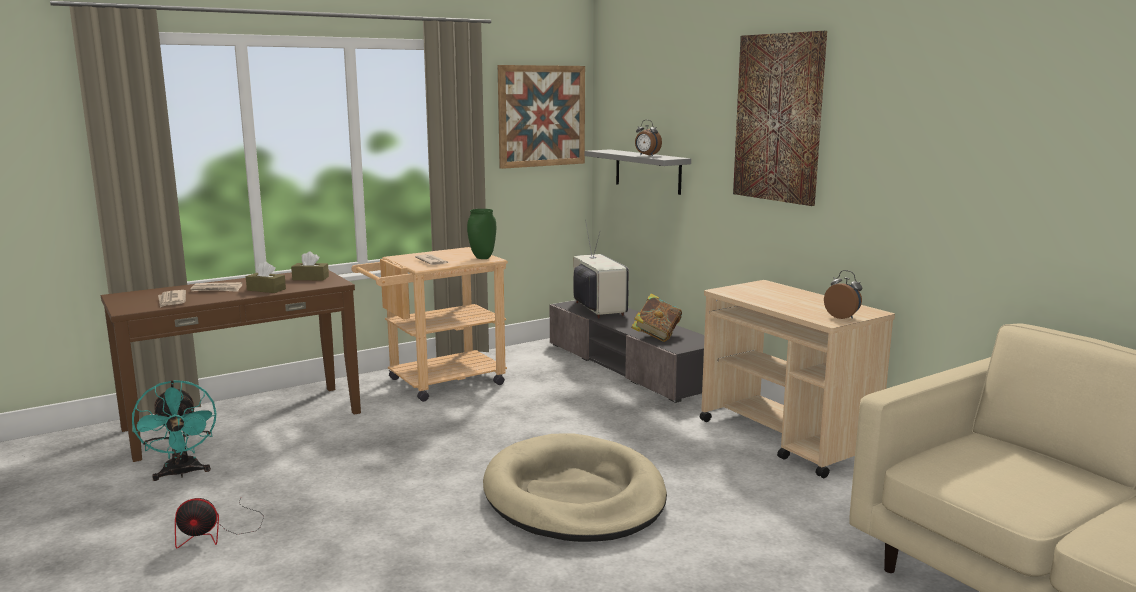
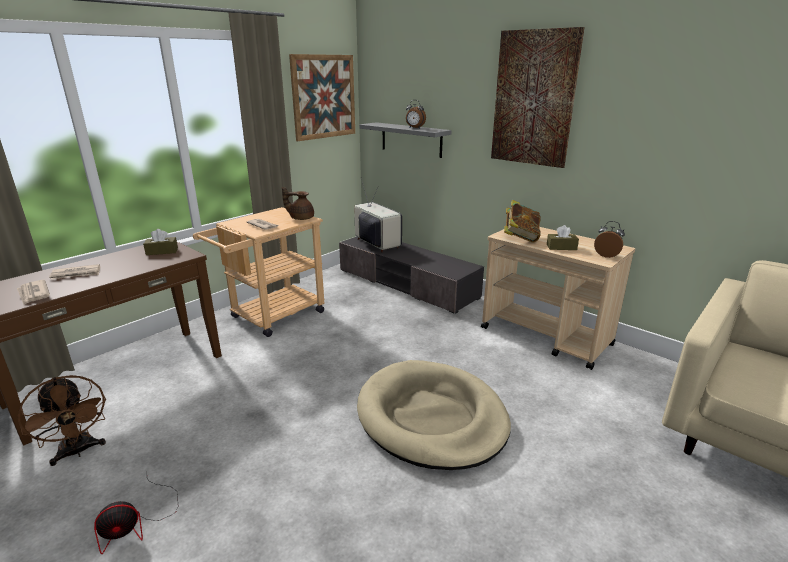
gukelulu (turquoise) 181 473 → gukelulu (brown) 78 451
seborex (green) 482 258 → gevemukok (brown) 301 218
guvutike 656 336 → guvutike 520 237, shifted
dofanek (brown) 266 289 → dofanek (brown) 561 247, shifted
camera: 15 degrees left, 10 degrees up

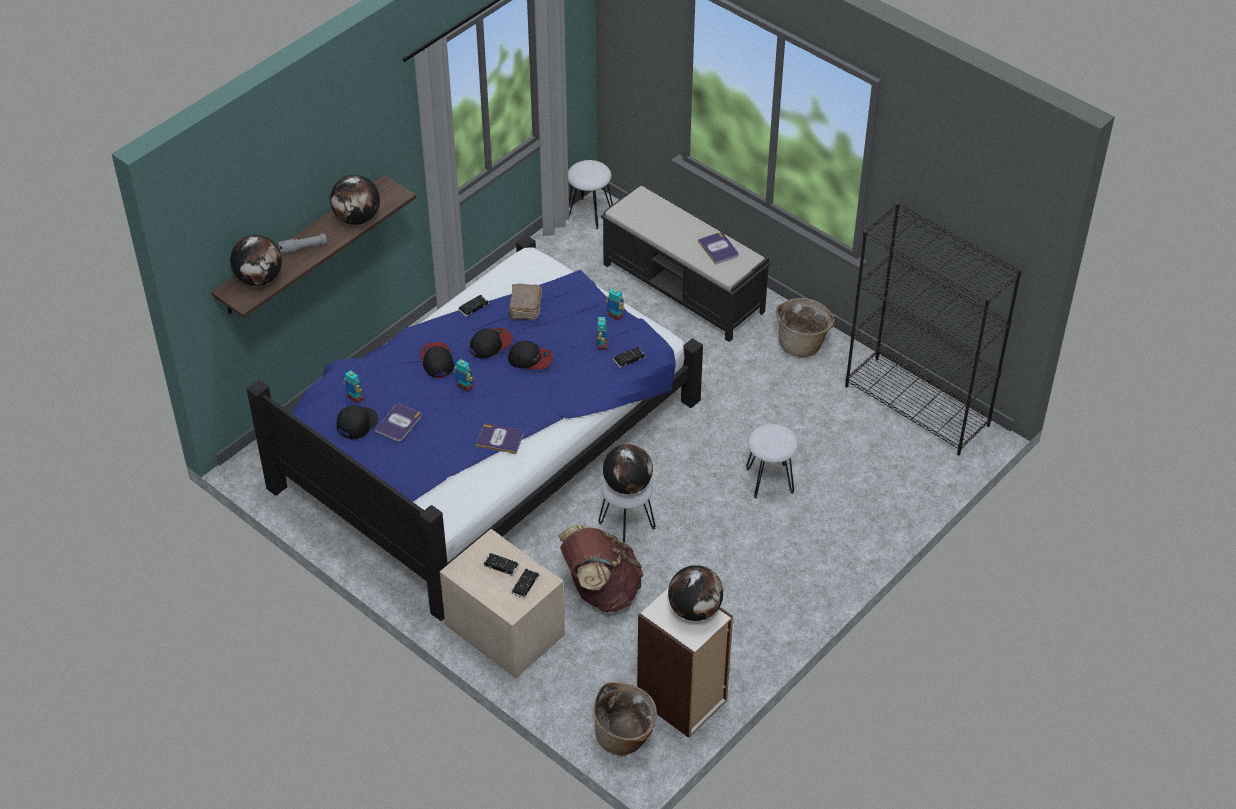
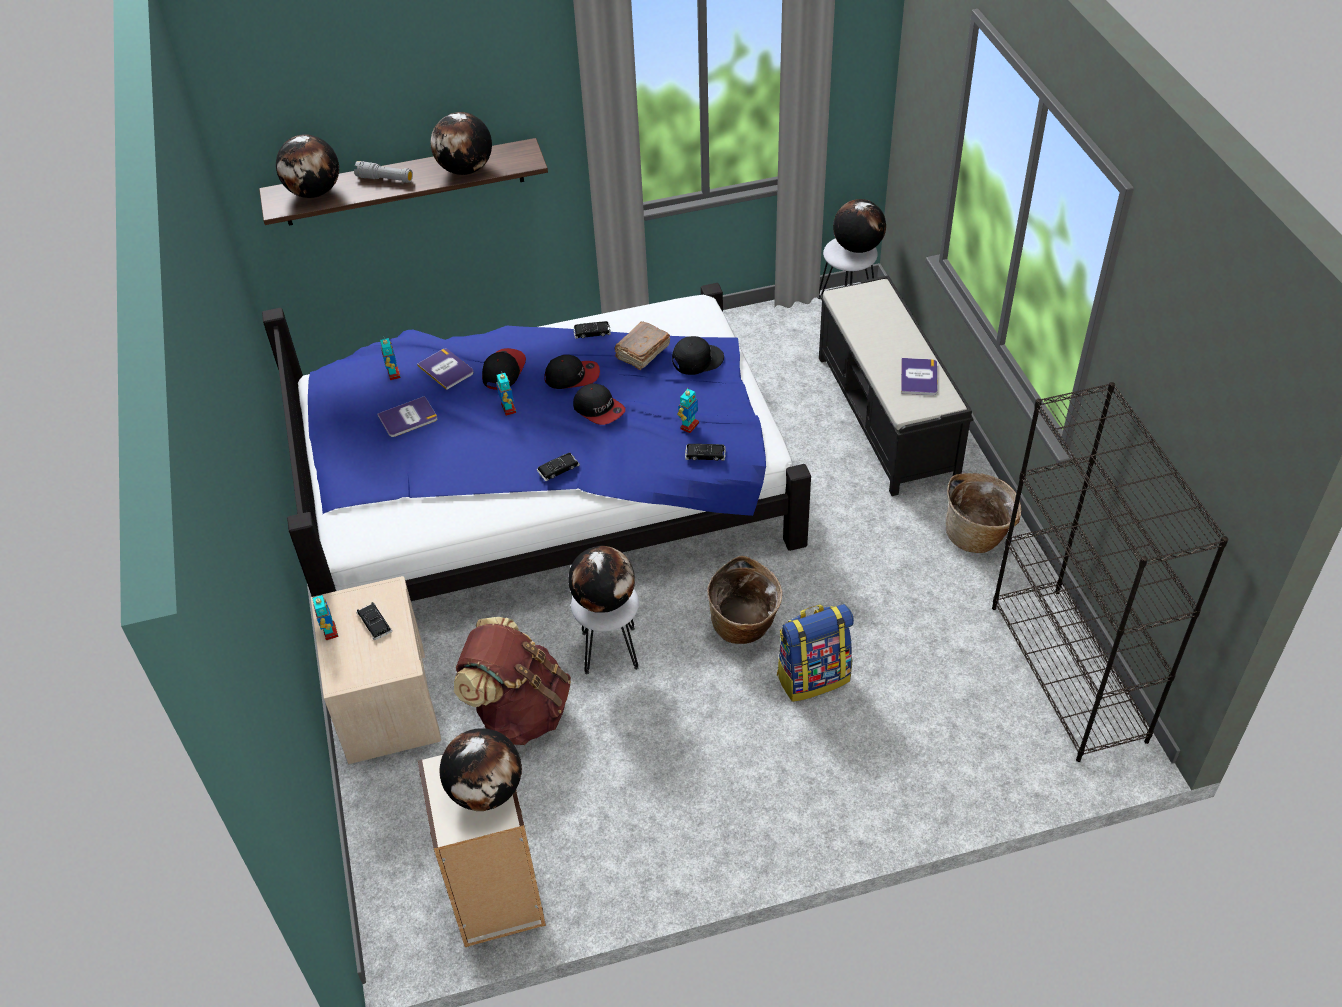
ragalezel 615 316 → ragalezel 329 632, shifted
guvutike 500 439 → guvutike 446 369, shifted
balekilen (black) 525 585 → balekilen (black) 558 469, shifted
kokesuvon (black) 356 423 → kokesuvon (black) 697 359, shifted
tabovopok 625 737 → tabovopok 744 626, shifted
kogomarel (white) 769 480 → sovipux 813 677
- → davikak 857 247
camera: 35 degrees right, 0 degrees up

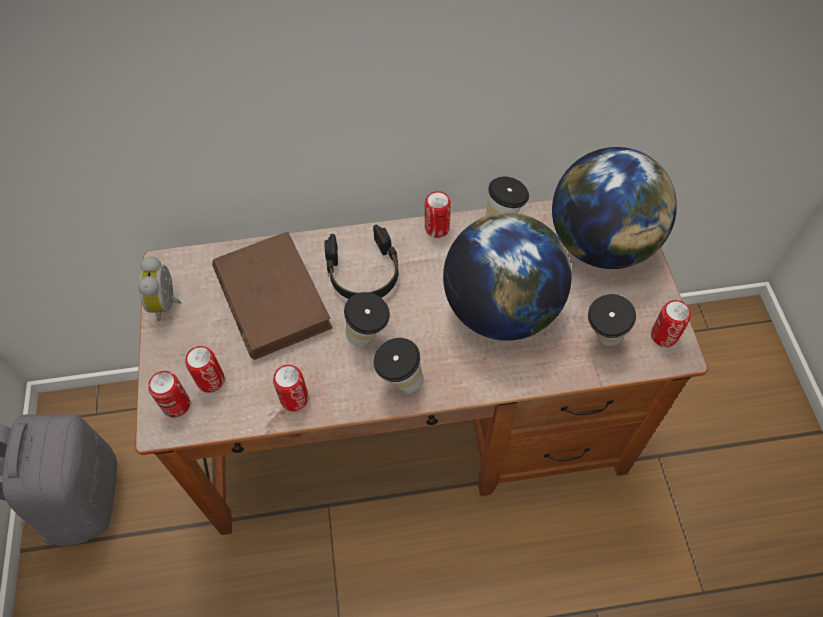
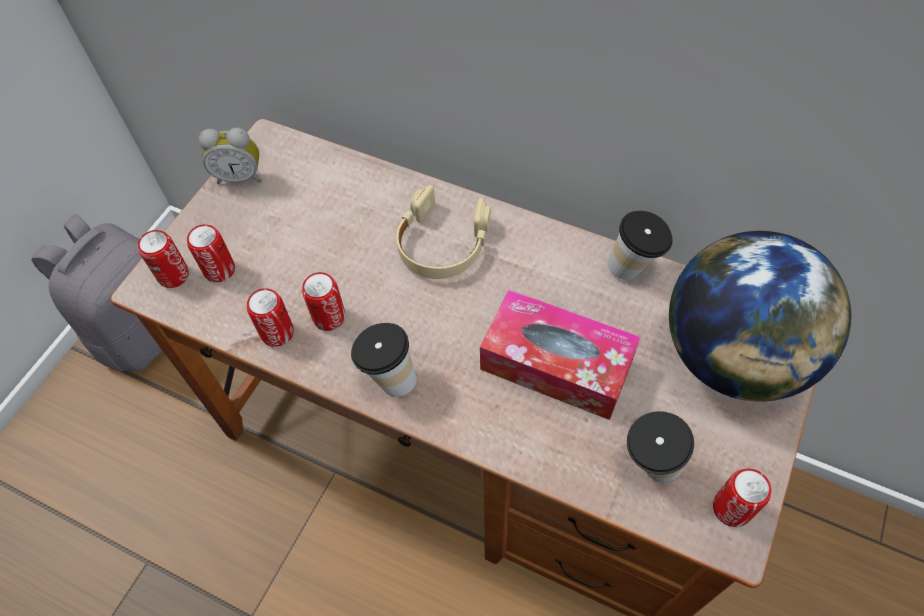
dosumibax 167 304 → dosumibax 240 176, 120 degrees counterclockwise
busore 437 228 → busore 329 317, shifted
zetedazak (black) 363 272 → zetedazak (beige) 441 243
davikak 501 310 → dofanek 556 364
guvutike (brown) 272 297 → -
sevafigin 368 338 → -
camera: 35 degrees right, 0 degrees up

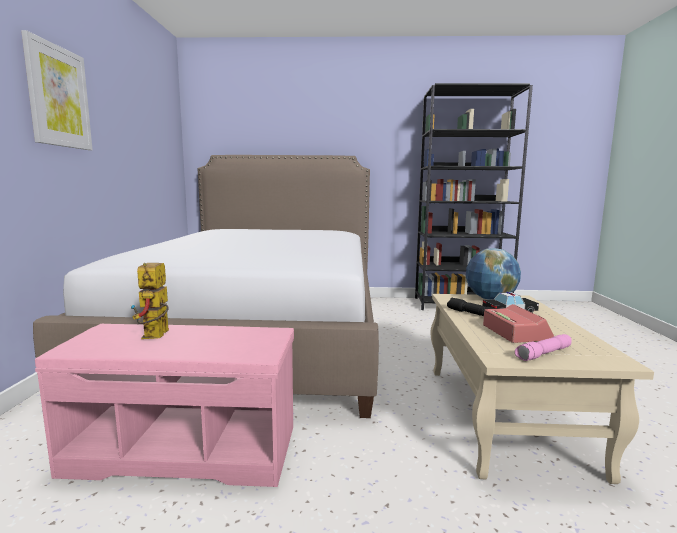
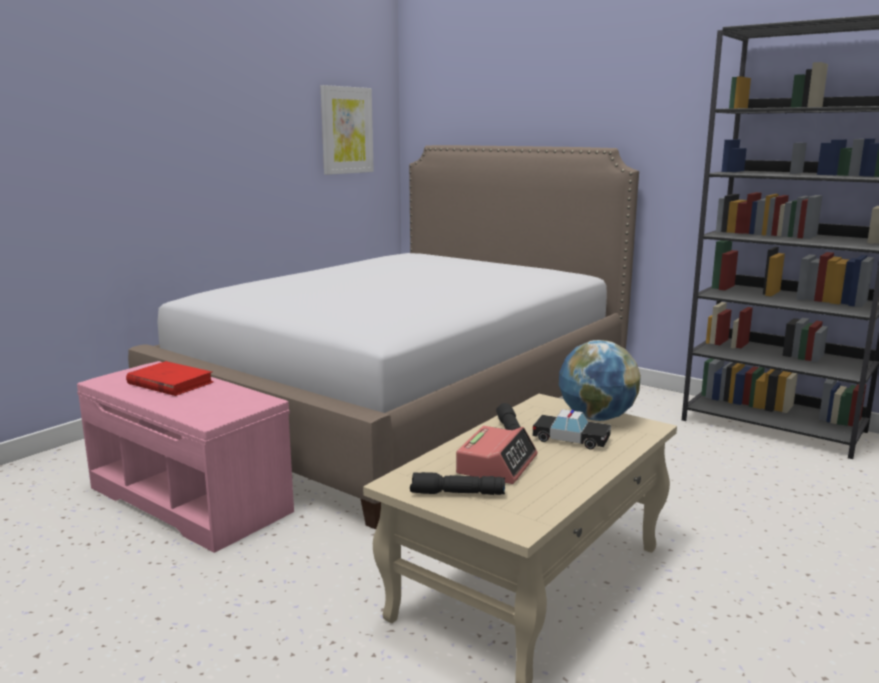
ragalezel 156 336 → guvutike (red) 170 383
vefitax 58 97 → vefitax 346 130, shifted
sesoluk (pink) 544 354 → sesoluk (black) 456 494
camera: 35 degrees right, 5 degrees up

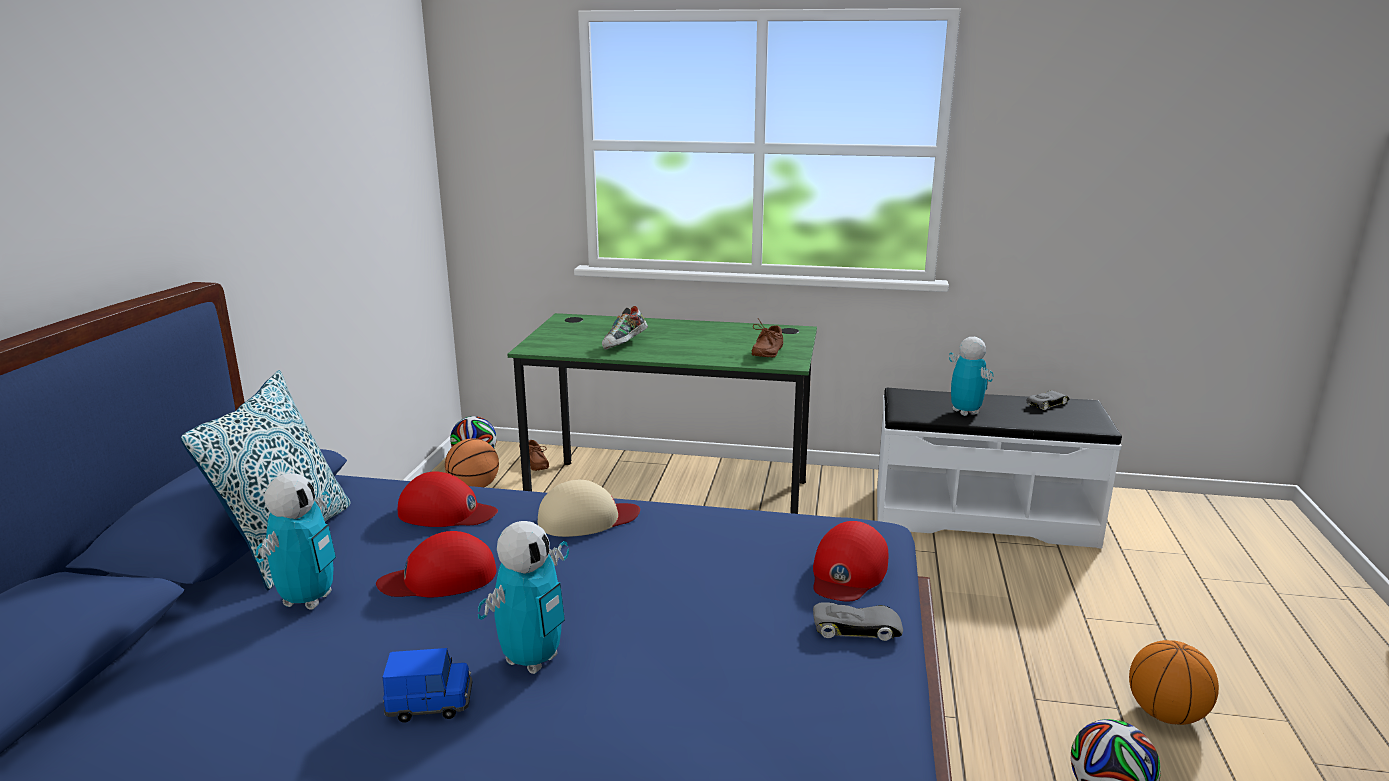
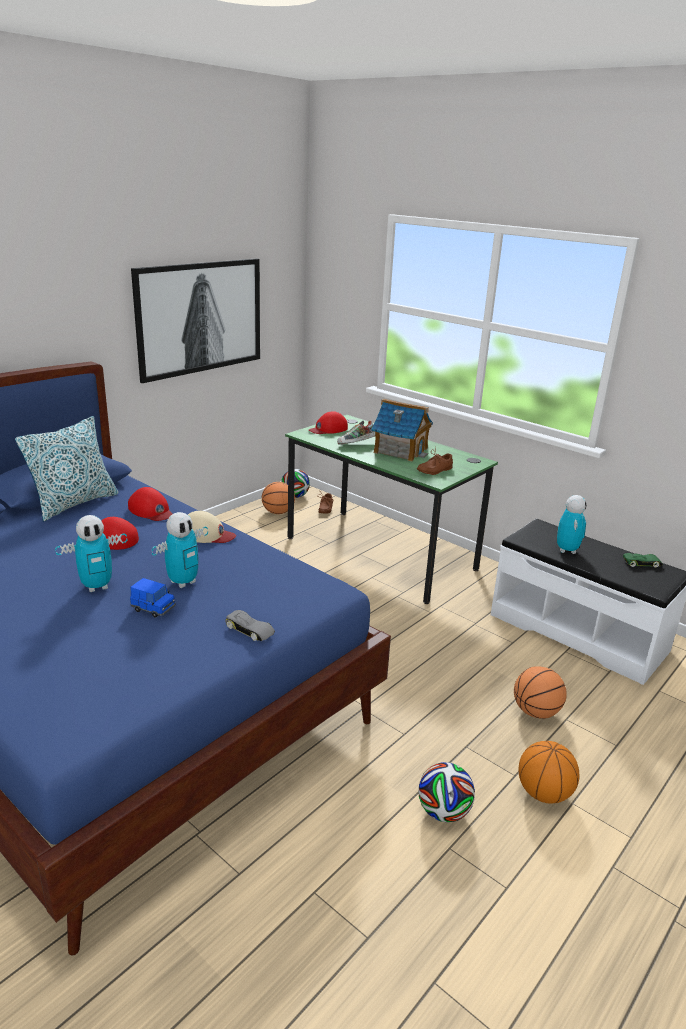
balekilen (blue) 430 704 → balekilen (blue) 153 608, shifted
- → vefitax 200 317
ragalezel 308 599 → ragalezel 183 582, shifted
kokesuvon (red) 848 572 → kokesuvon (red) 328 429, shifted
- → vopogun 400 450
- → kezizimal 535 712
balekilen (grey) 1047 403 → balekilen (green) 641 563
camera: 30 degrees right, 5 degrees up

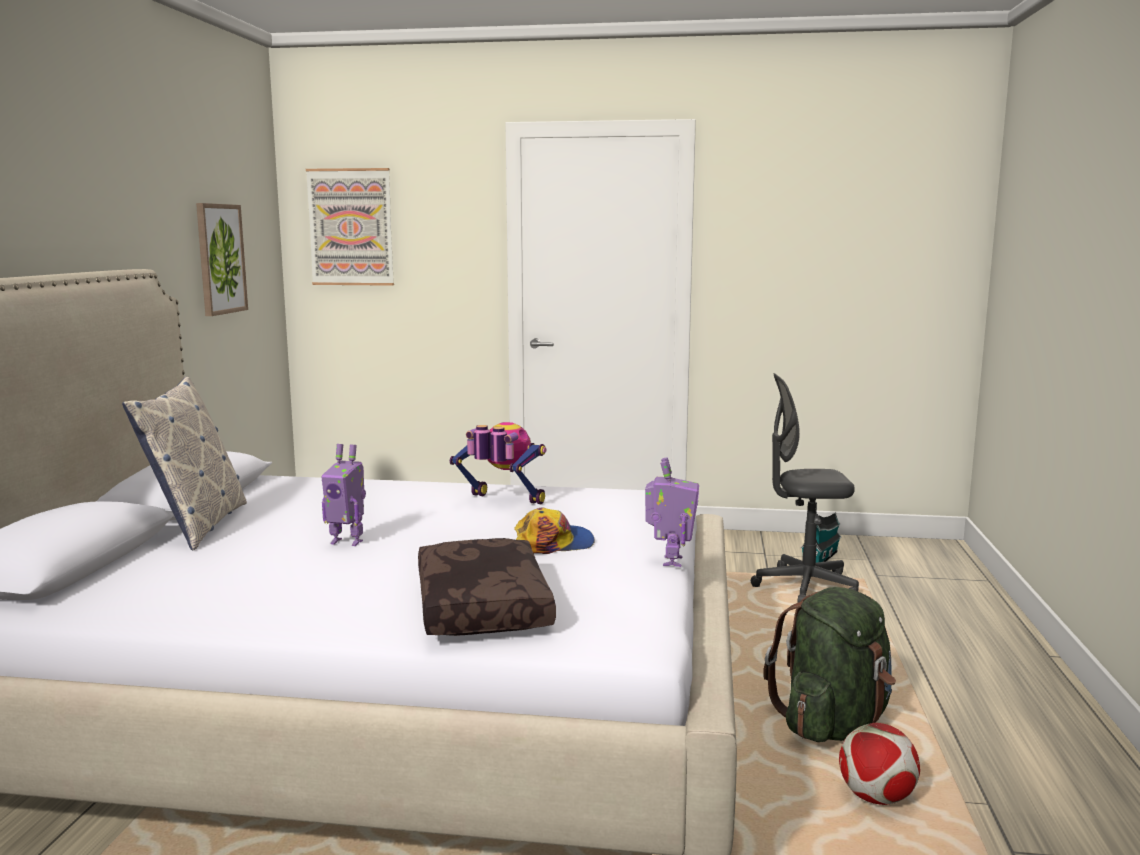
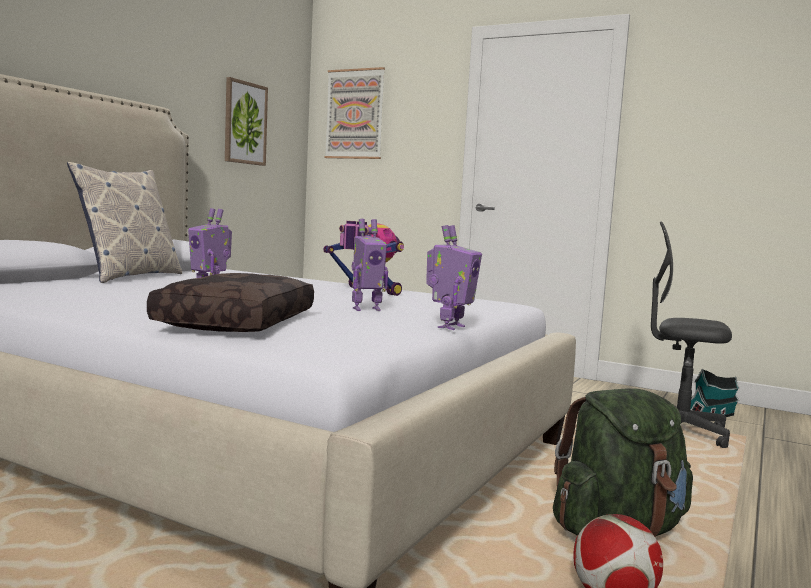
kokesuvon 553 543 → ragalezel 365 309
camera: 20 degrees right, 5 degrees down

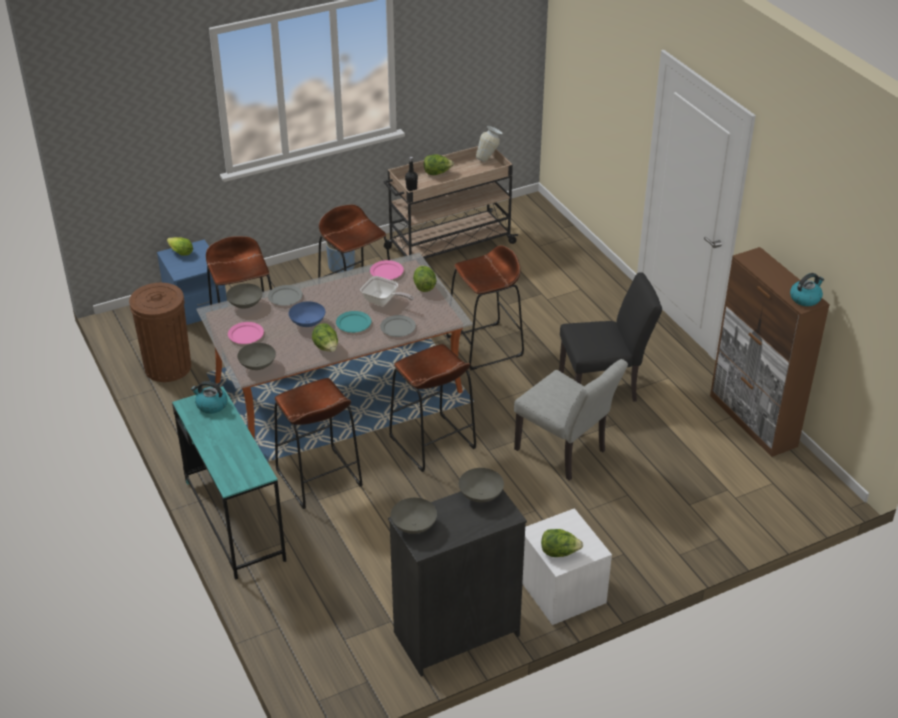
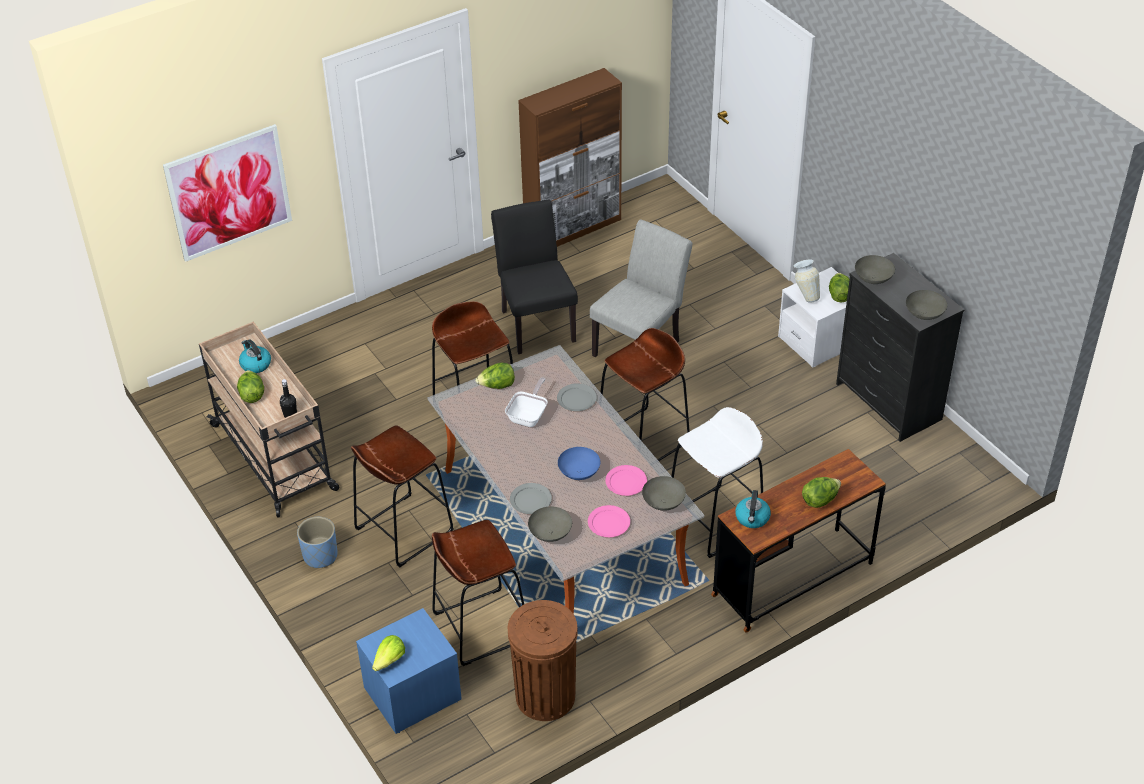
- → vefitax 229 192
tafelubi 805 298 → tafelubi 255 364, shifted
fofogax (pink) 386 272 → fofogax (pink) 626 482, shifted
kogomarel (brown) 318 478 → kogomarel (white) 715 521
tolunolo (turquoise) 234 520 → tolunolo (brown) 793 579
seborex 489 159 → seborex 805 295, shifted
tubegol 326 348 → tubegol 820 500, shifted
fofogax (turquoise) 353 323 → -
camera: 95 degrees left, 5 degrees up

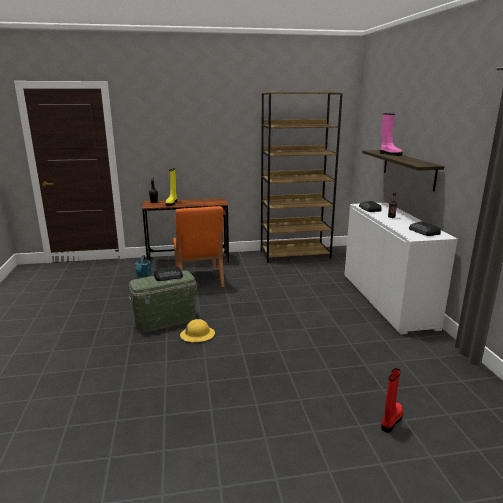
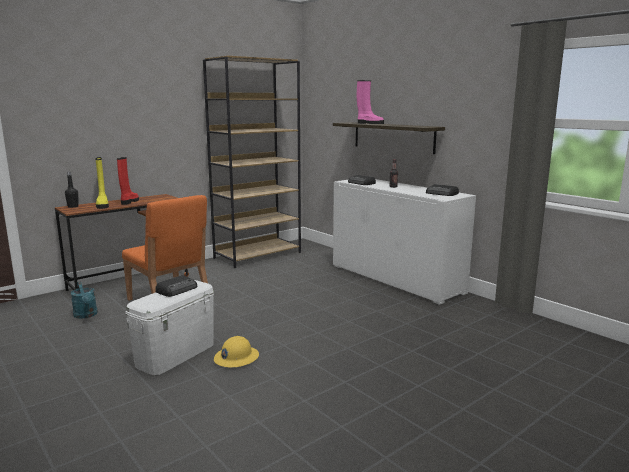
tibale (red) 391 420 → tibale (red) 129 202, shifted
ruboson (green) 165 321 → ruboson (white) 176 354
camera: 30 degrees left, 5 degrees down

